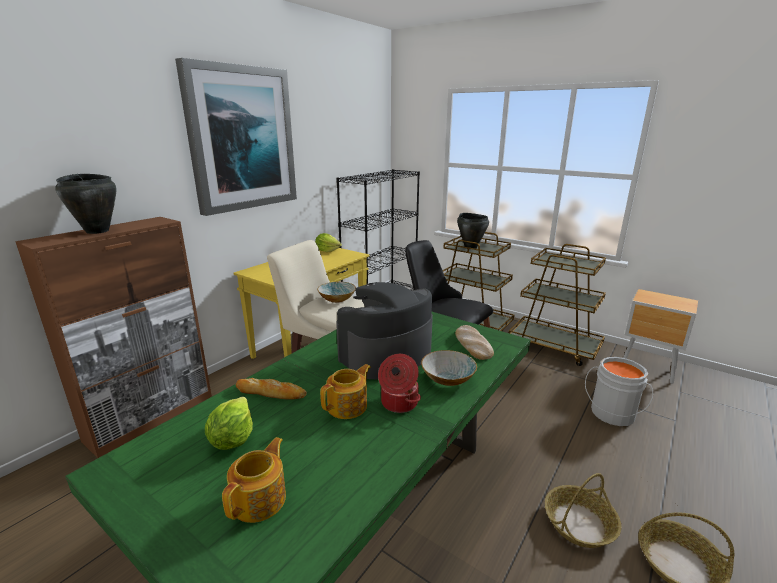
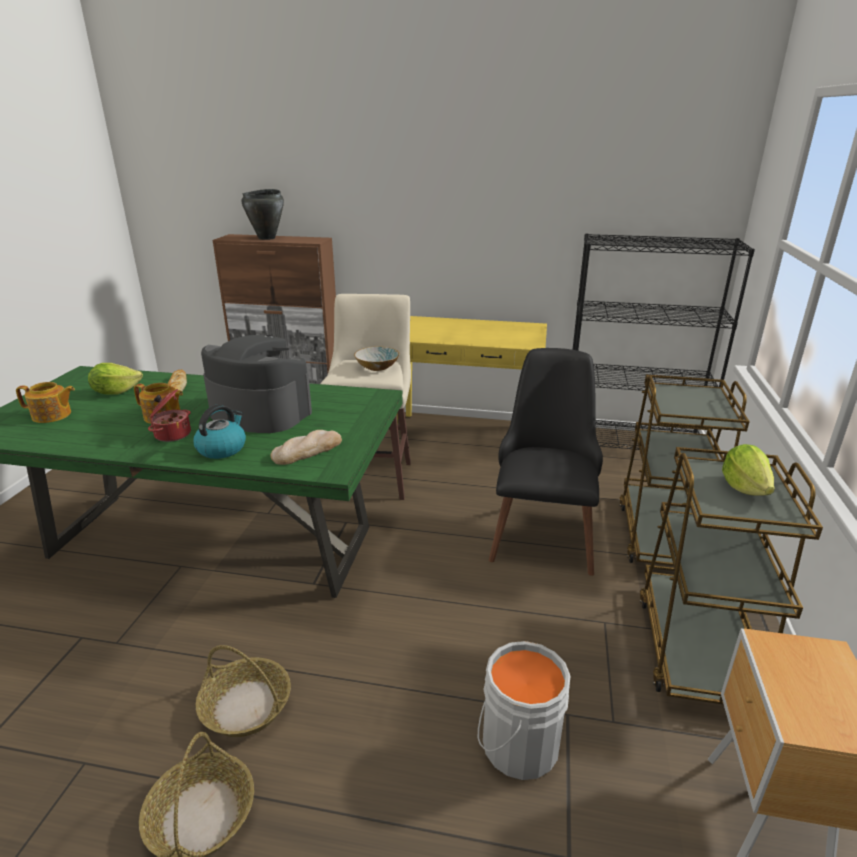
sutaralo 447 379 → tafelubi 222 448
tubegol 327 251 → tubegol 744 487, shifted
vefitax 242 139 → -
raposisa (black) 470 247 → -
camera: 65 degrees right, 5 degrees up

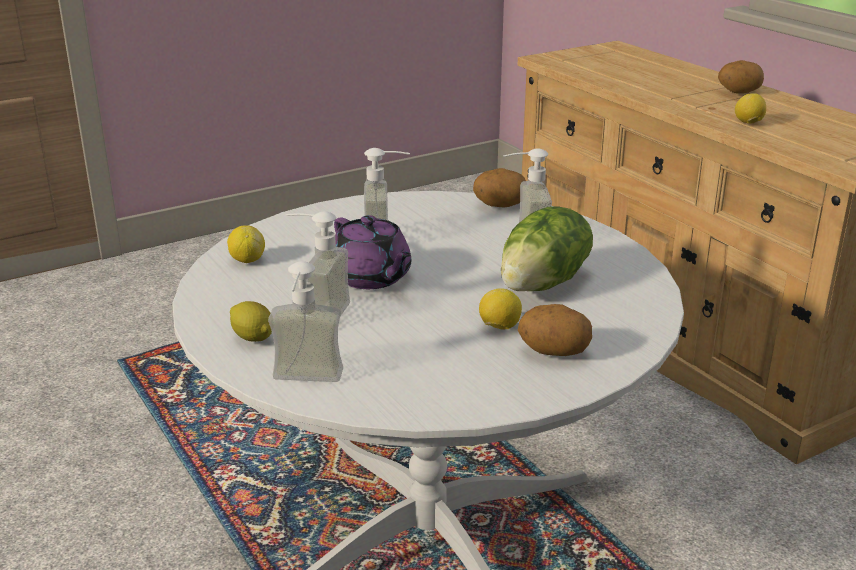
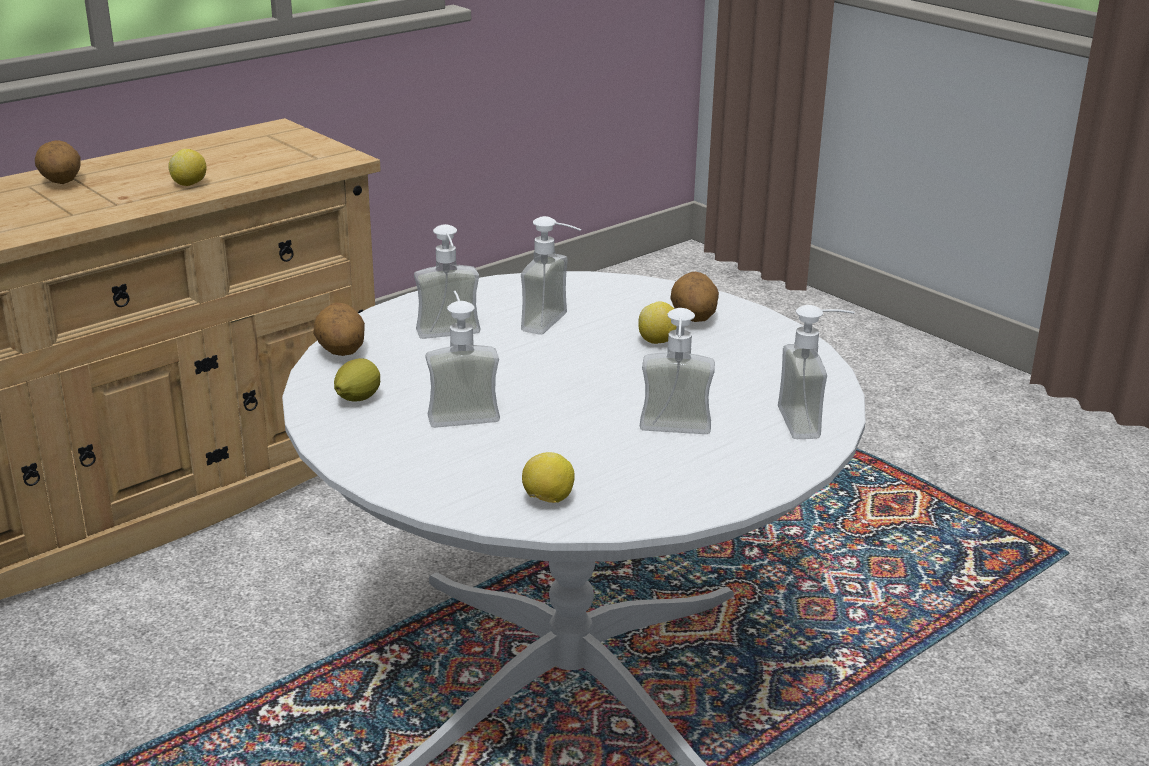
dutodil 253 338 → dutodil 357 399, shifted
tubegol 544 284 → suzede 556 324
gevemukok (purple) 371 278 → -
camera: 100 degrees left, 0 degrees up

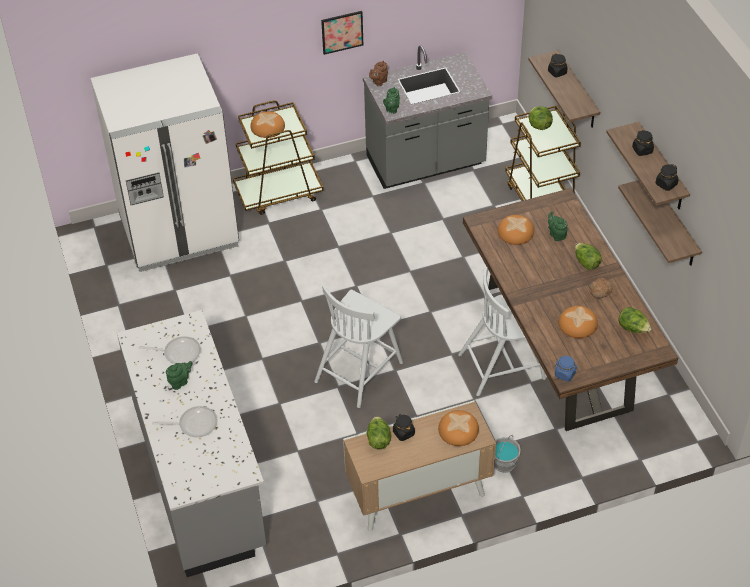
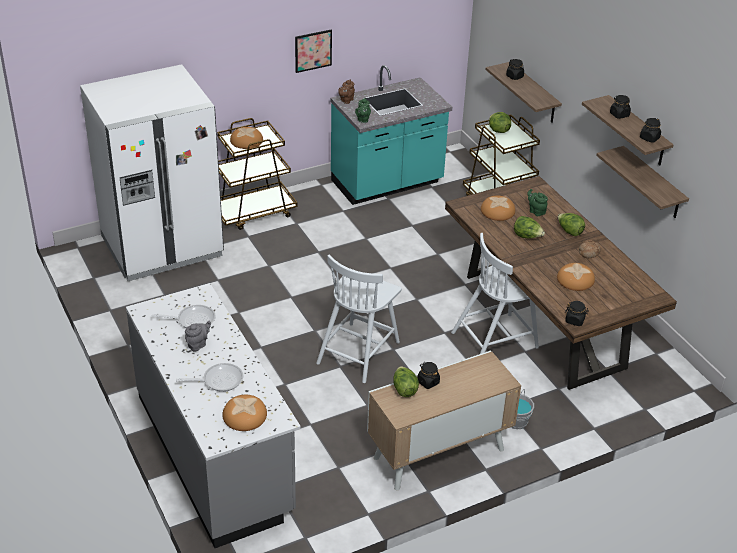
gevemukok (green) 180 382 → gevemukok (grey) 198 344
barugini 458 429 → barugini 244 415, shifted
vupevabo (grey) 426 163 → vupevabo (turquoise) 387 184
tubegol 633 328 → tubegol 527 236, shifted
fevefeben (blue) 565 374 → fevefeben (black) 575 320
camera: 10 degrees left, 10 degrees down

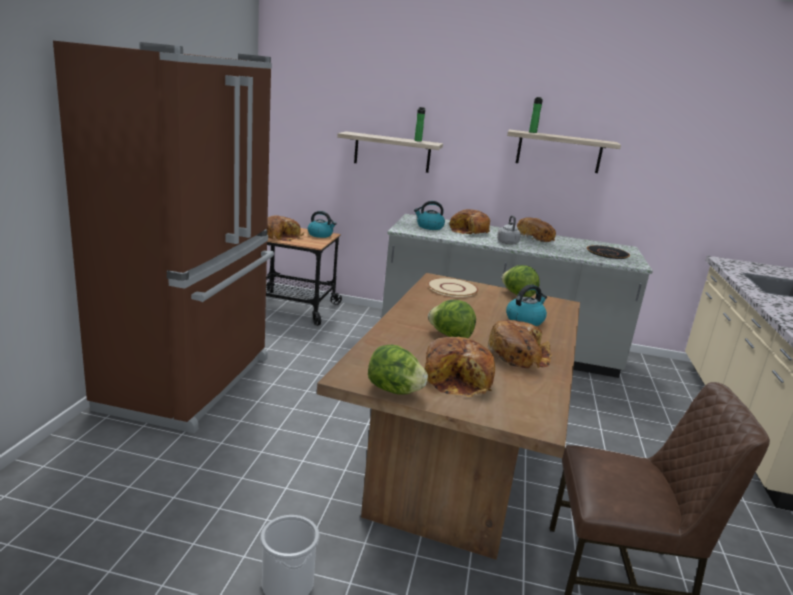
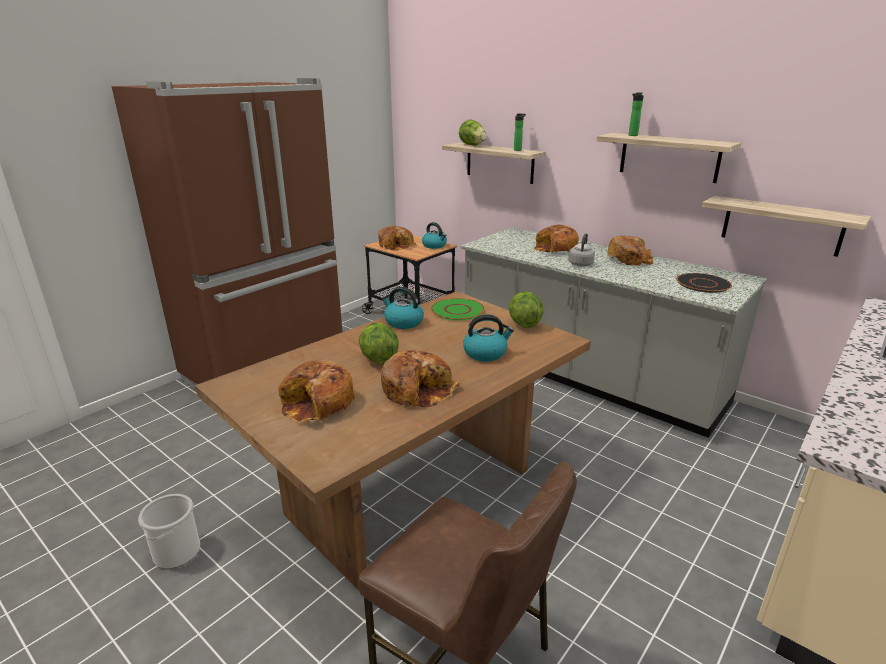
tafelubi 429 227 → tafelubi 403 322, shifted
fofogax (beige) 452 288 → fofogax (green) 457 310
tubegol 394 390 → tubegol 472 145, shifted
- → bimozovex 781 225
camera: 30 degrees right, 5 degrees up

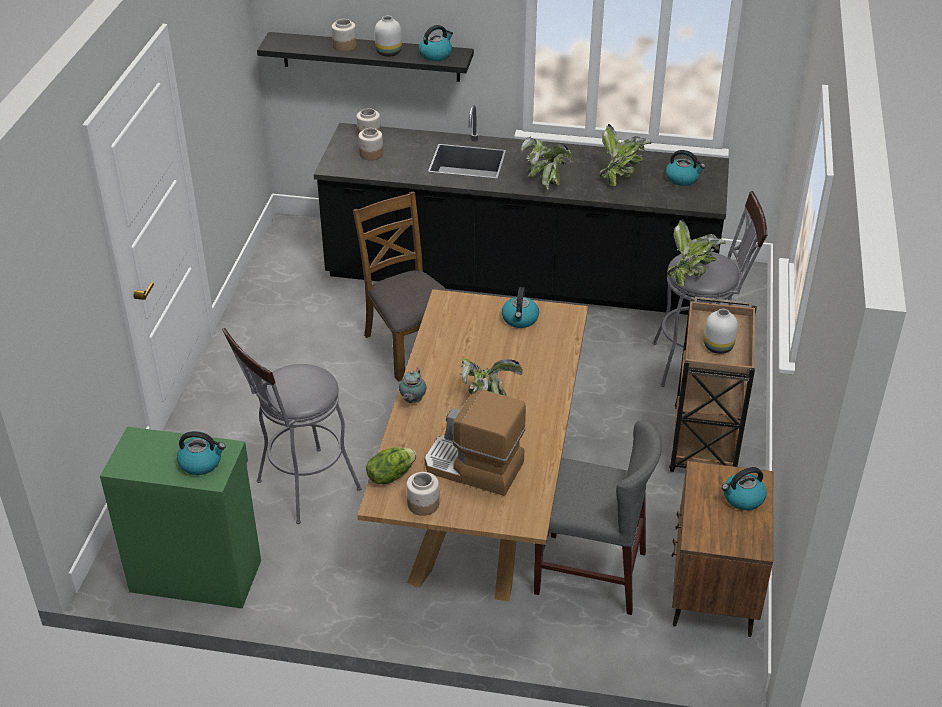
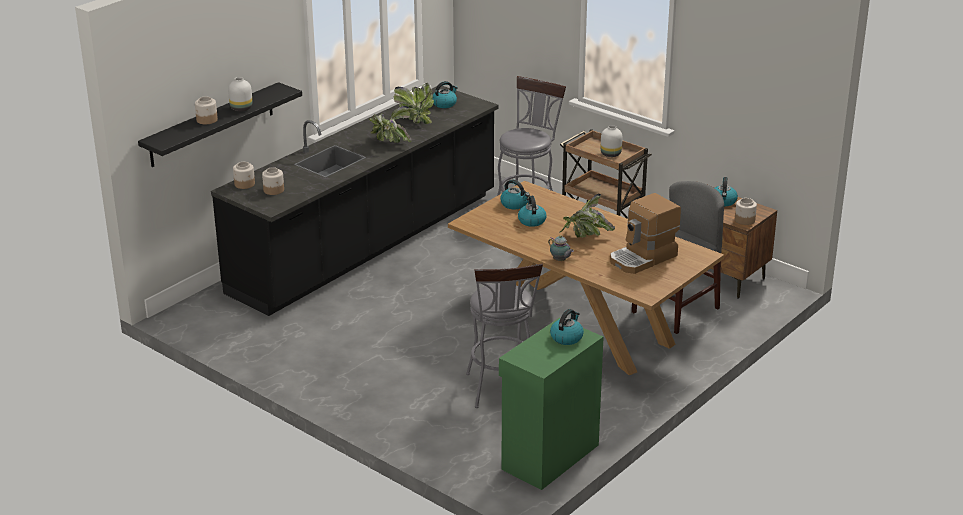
tafelubi 436 55 → tafelubi 531 221, shifted
fevefeben 423 504 → fevefeben 745 220, shifted
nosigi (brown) 409 346 → -
tubegol 390 475 → -
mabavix 691 274 → -
camera: 60 degrees left, 10 degrees down

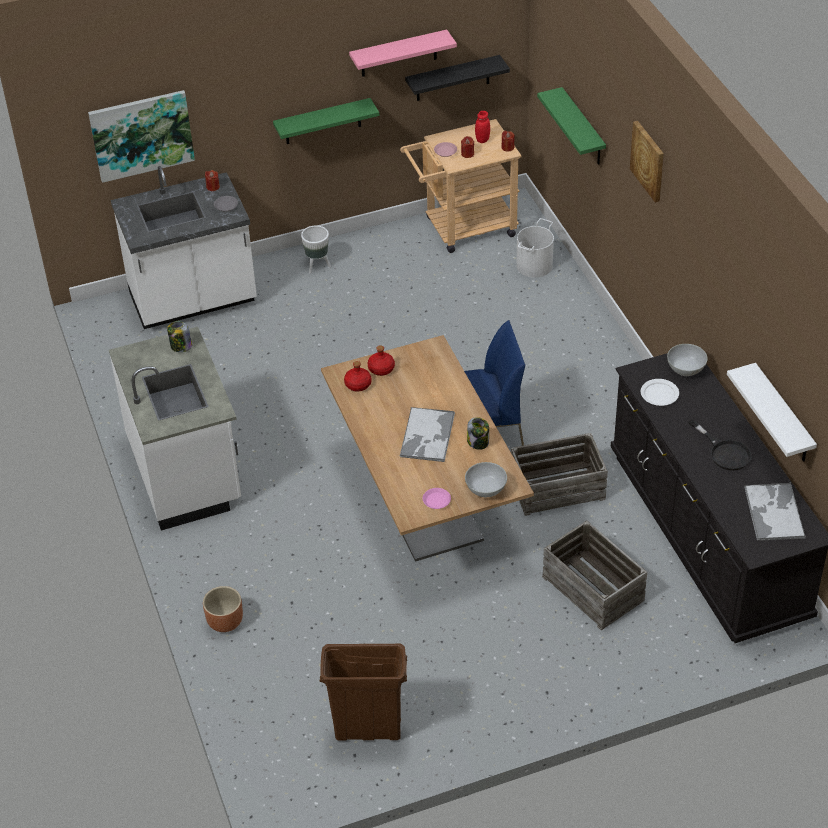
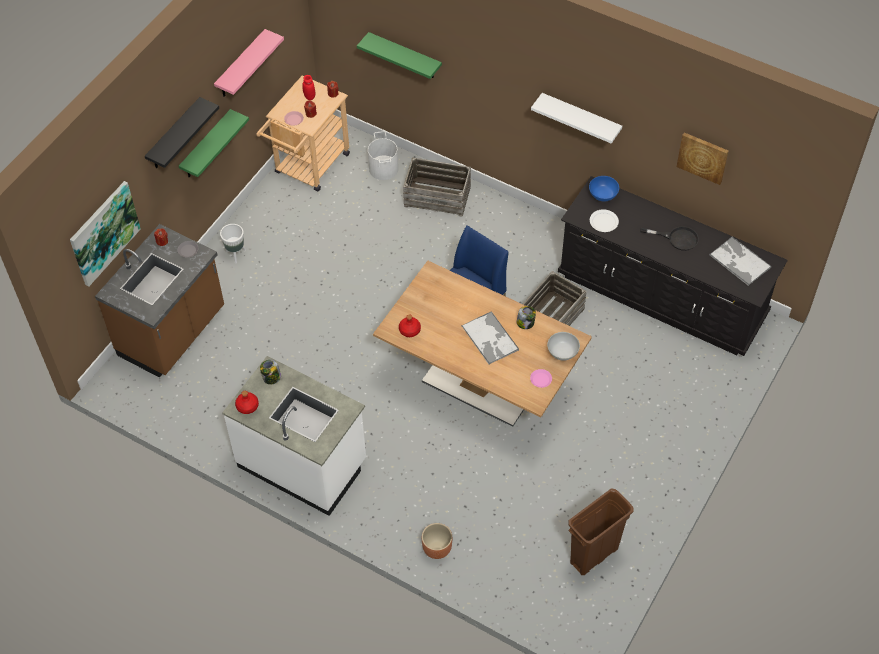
vupevabo (white) 193 300 → vupevabo (brown) 173 333
bimozovex (black) 452 78 → bimozovex (black) 174 135, shifted
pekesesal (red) 381 369 → pekesesal (red) 247 406, shifted
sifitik 593 588 → sifitik 437 196, shifted
bimozovex (white) 783 415 → bimozovex (white) 580 118, shifted
sutaralo (white) 685 370 → sutaralo (blue) 602 195
vefitax 648 160 → vefitax 703 157, shifted
camera: 40 degrees left, 10 degrees up

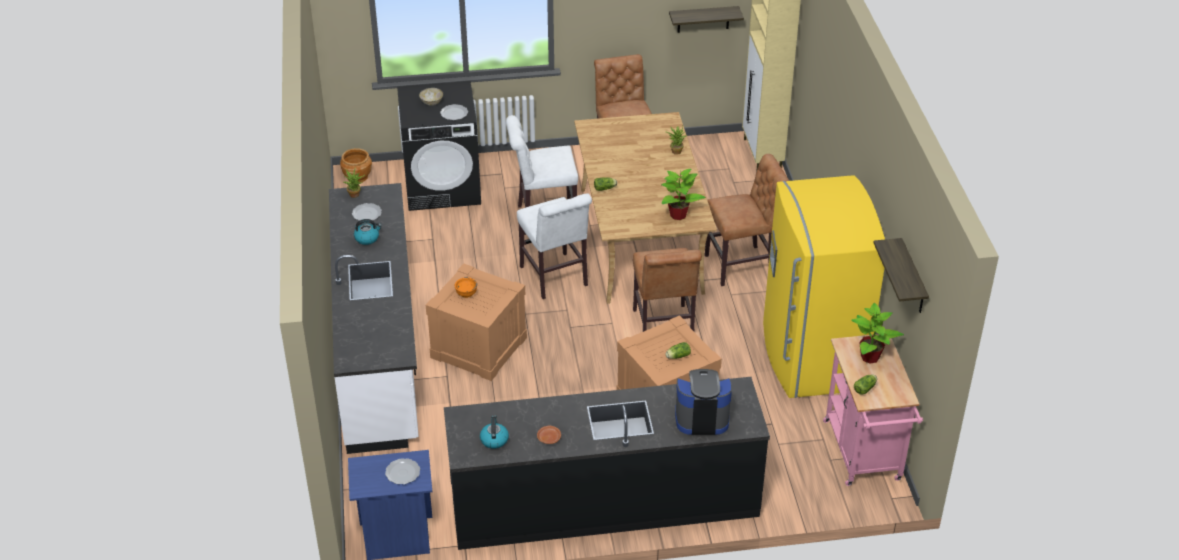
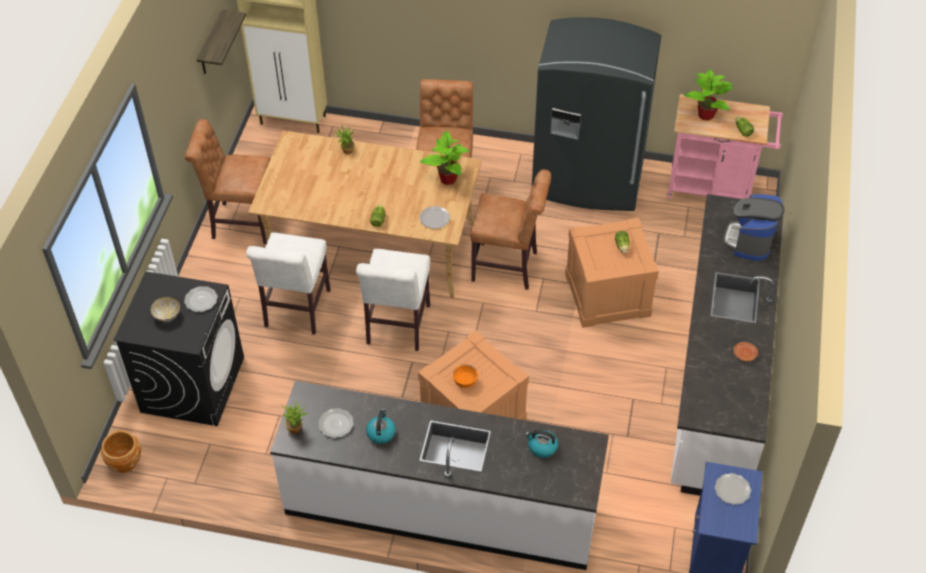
nosigi (white) 555 278 → nosigi (white) 397 328, 105 degrees clockwise
- → fofogax 435 218
tafelubi 494 440 → tafelubi 542 447, shifted
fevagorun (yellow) 810 357 → fevagorun (grey) 587 181
vupevabo (black) 604 503 → vupevabo (white) 717 376
bimozovex 913 278 → -
camera: 70 degrees left, 10 degrees up

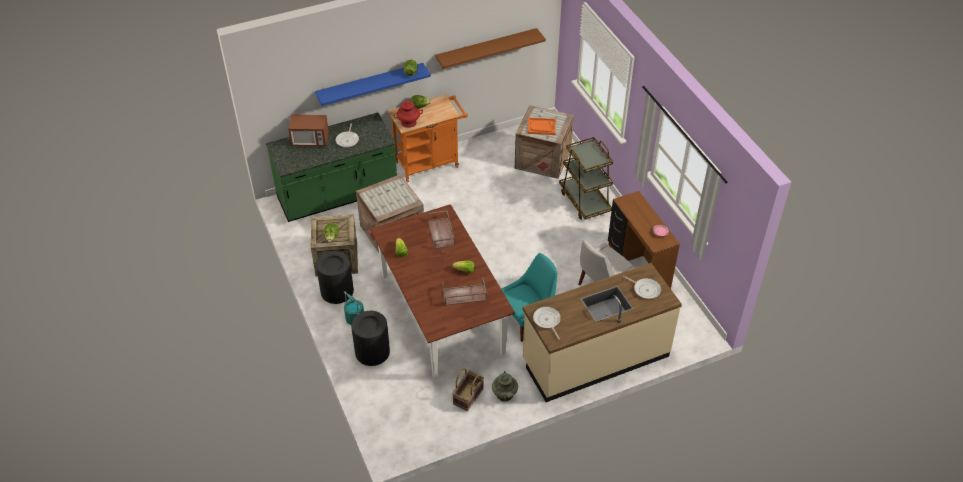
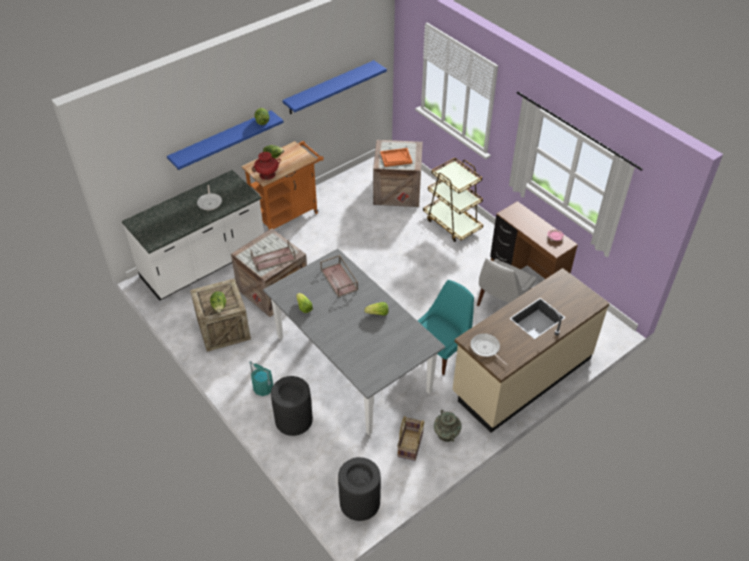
vupevabo (green) 338 196 → vupevabo (white) 204 264
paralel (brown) 463 295 → paralel (brown) 273 259, shifted
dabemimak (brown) 441 314 → dabemimak (grey) 352 363
bimozovex (brown) 486 48 → bimozovex (blue) 329 87
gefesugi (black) 337 291 → gefesugi (black) 359 502, shifted
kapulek 310 140 → -
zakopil 645 289 → -
camera: 15 degrees left, 0 degrees up

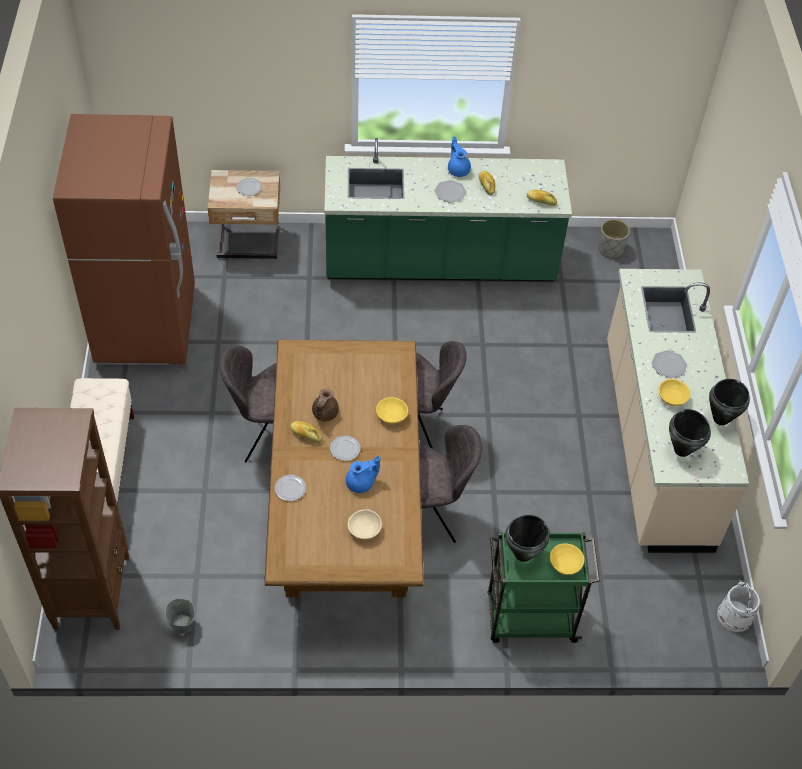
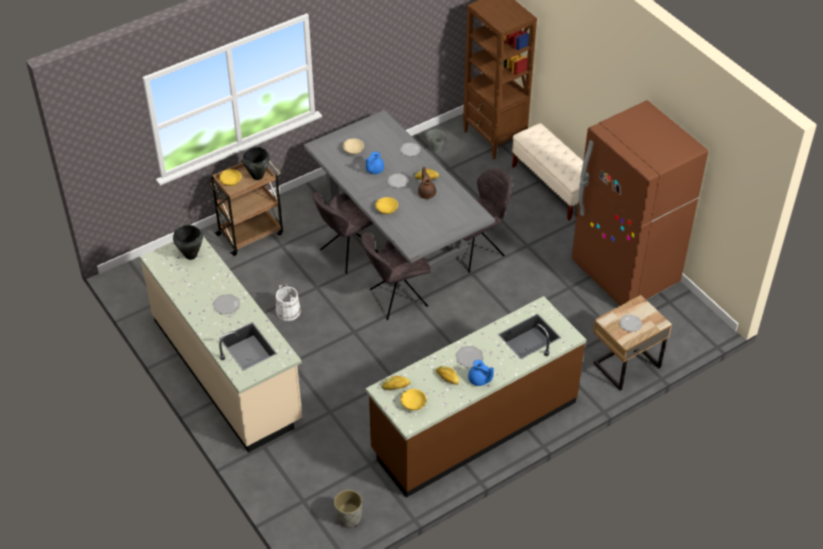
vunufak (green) 529 618 → vunufak (brown) 251 233
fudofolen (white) 734 616 → fudofolen (white) 288 311, shifted
dabemimak (brown) 346 513 → dabemimak (grey) 396 233
vupevabo (green) 440 264 → vupevabo (brown) 474 426
sutaralo (yellow) 672 398 → sutaralo (yellow) 413 404, shifted
raposisa (black) 720 419 → -
camera: 150 degrees right, 5 degrees down

